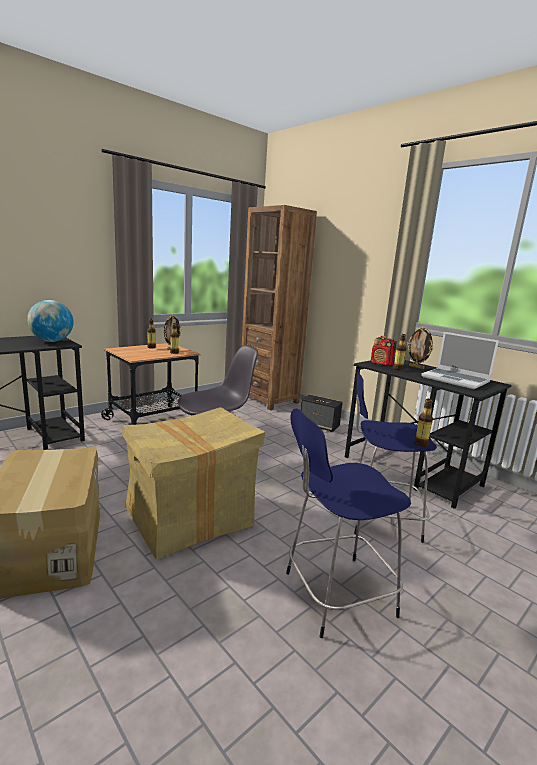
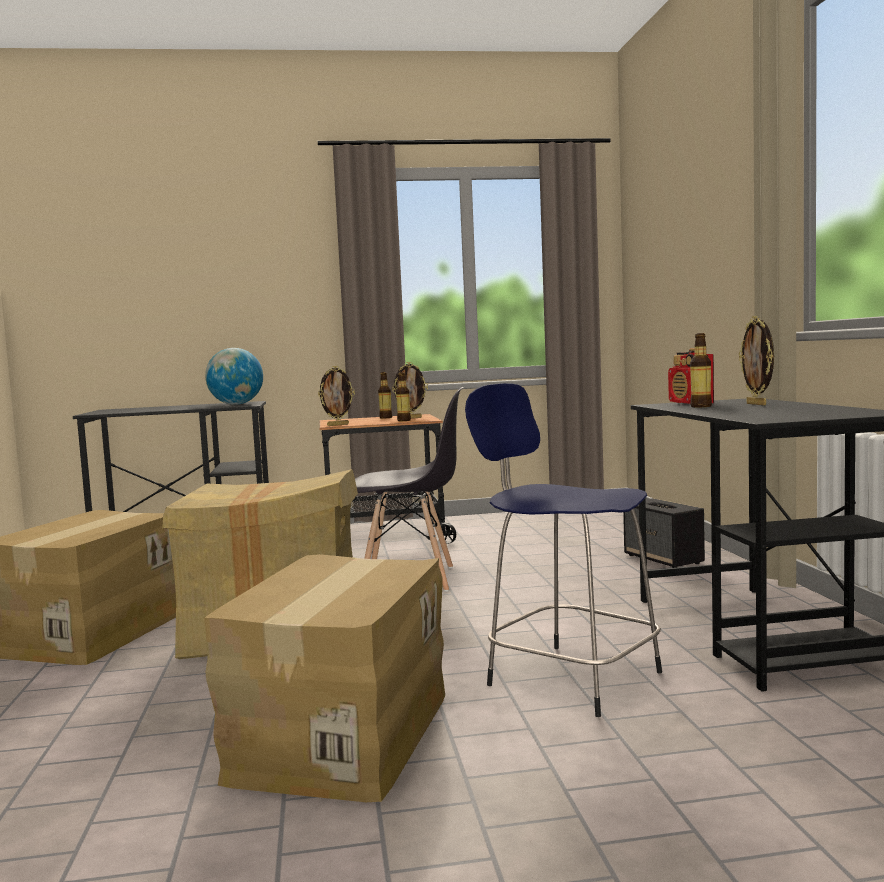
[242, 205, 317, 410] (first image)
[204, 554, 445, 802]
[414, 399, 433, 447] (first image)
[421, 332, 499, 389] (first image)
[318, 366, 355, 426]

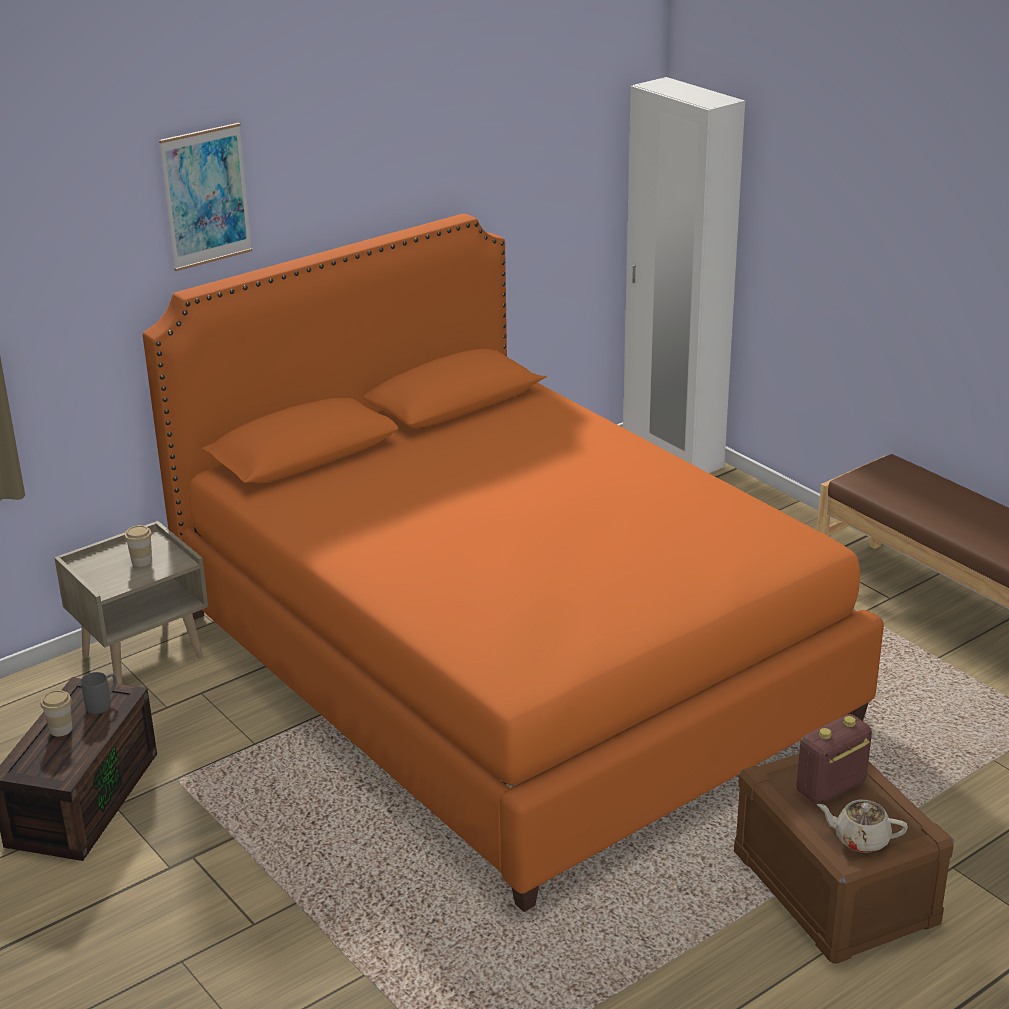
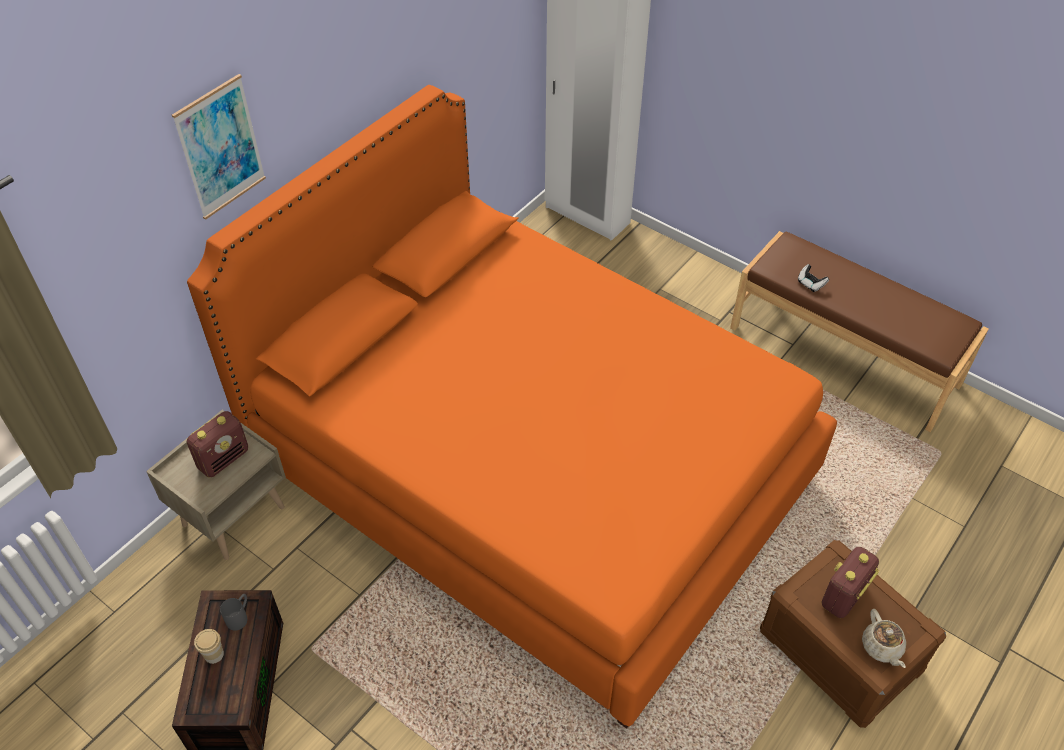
[187, 411, 248, 477]
[862, 609, 907, 668]
[798, 264, 829, 292]

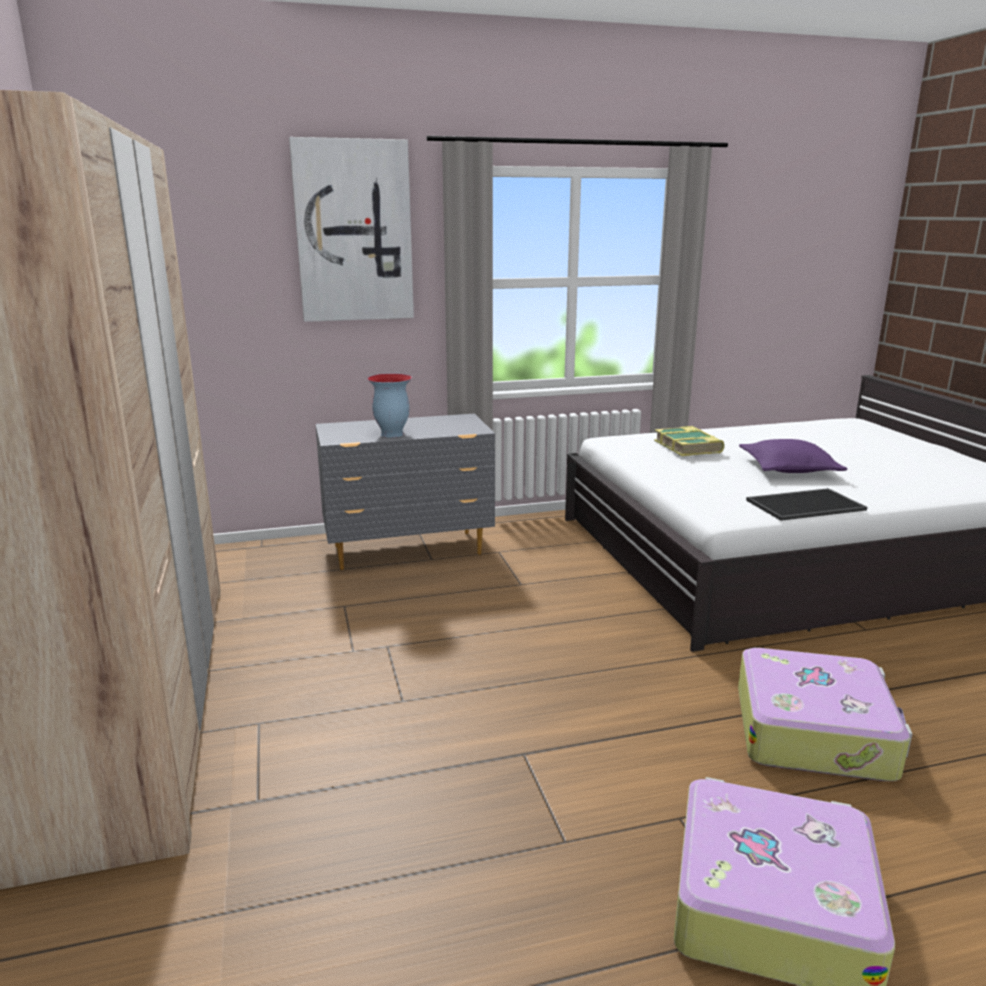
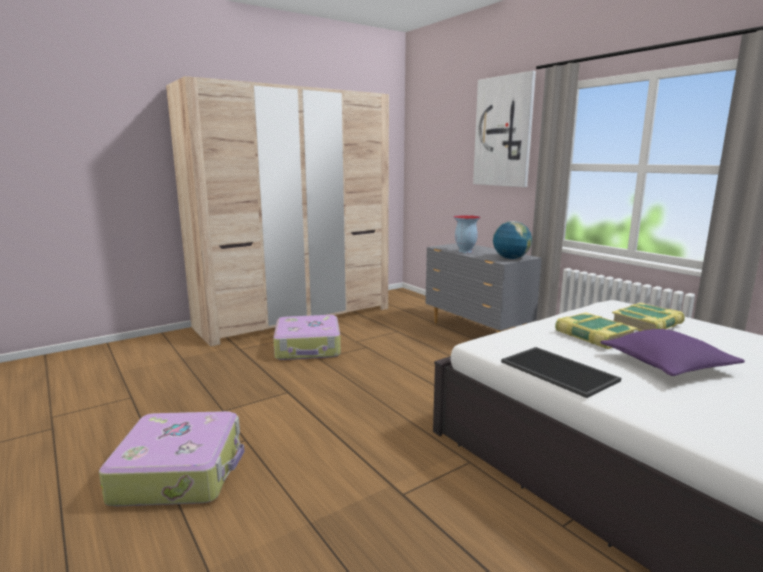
[273, 315, 341, 360]
[493, 221, 532, 259]
[555, 312, 637, 349]

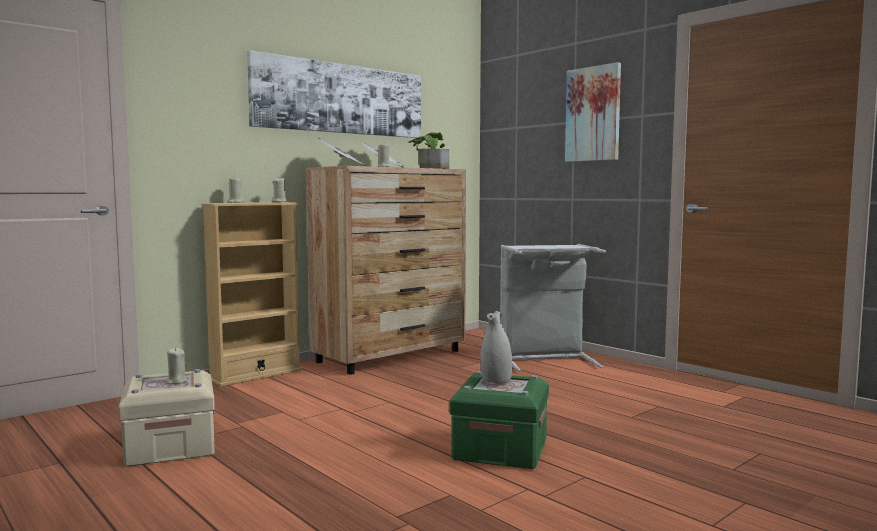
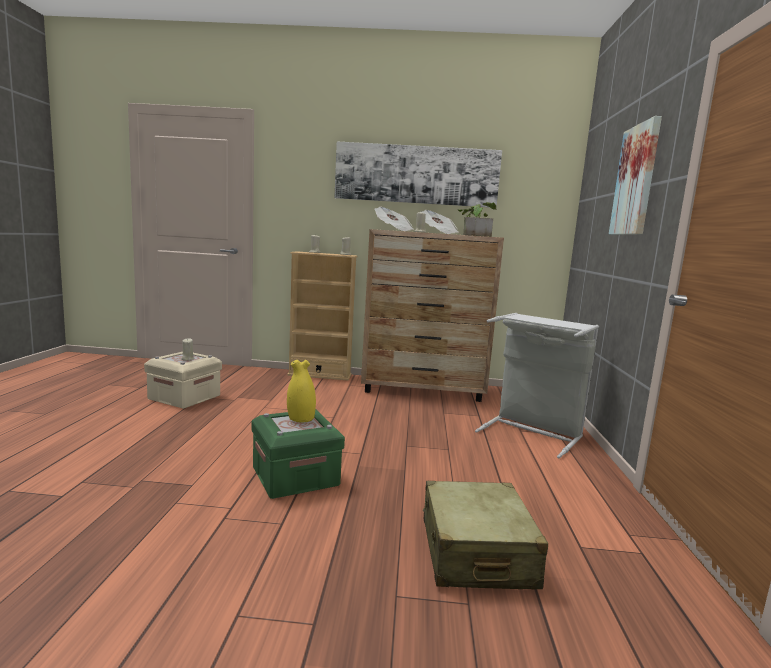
[287, 360, 316, 423]
[423, 481, 549, 589]

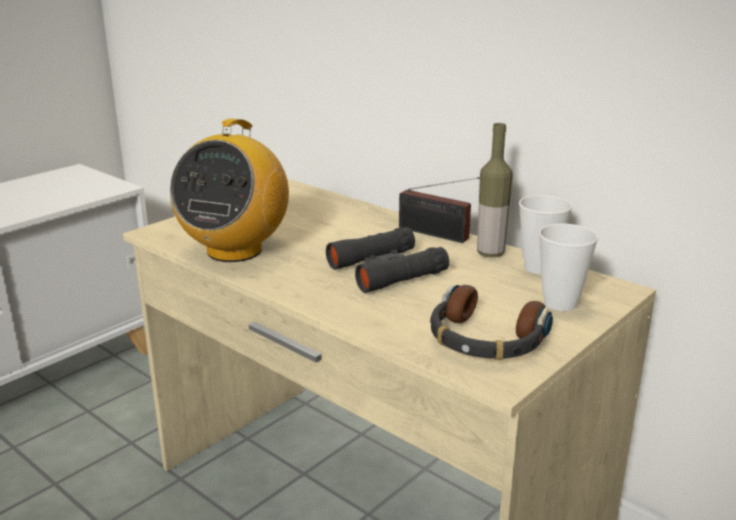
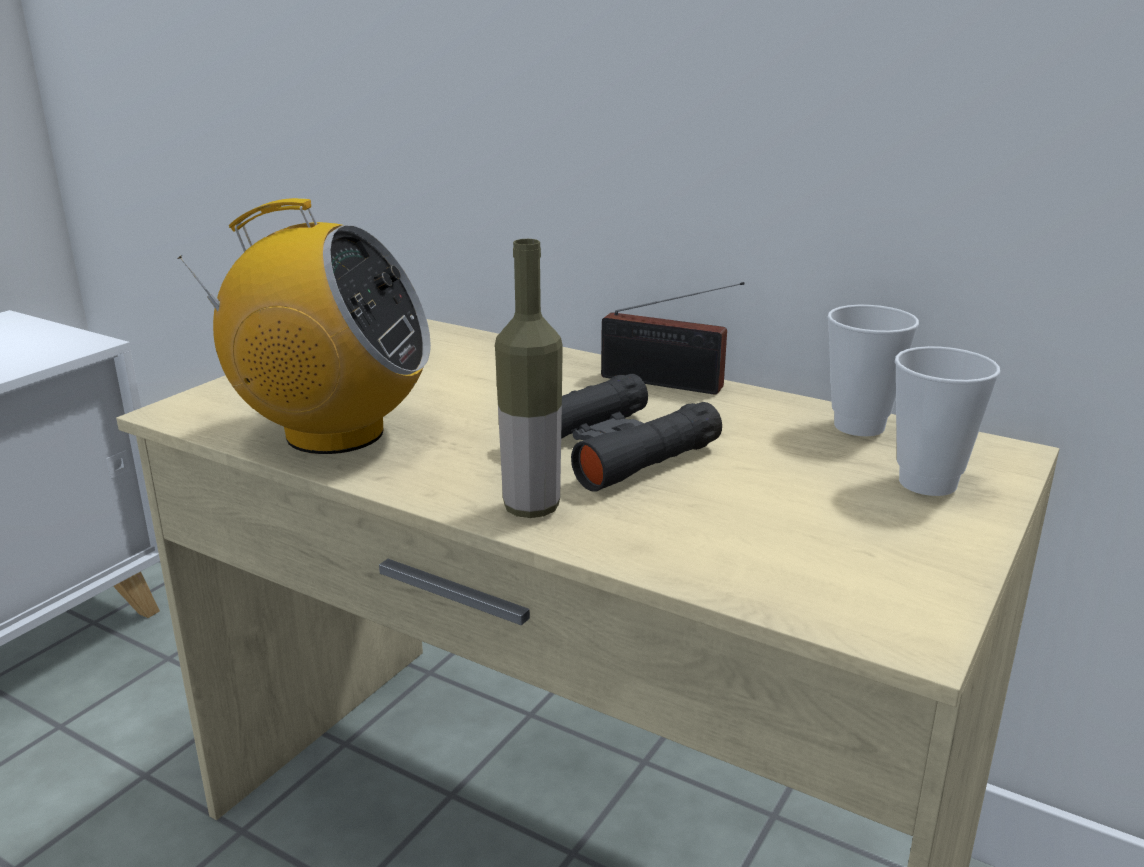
[178, 198, 431, 454]
[430, 285, 553, 360] (first image)
[495, 239, 563, 518]

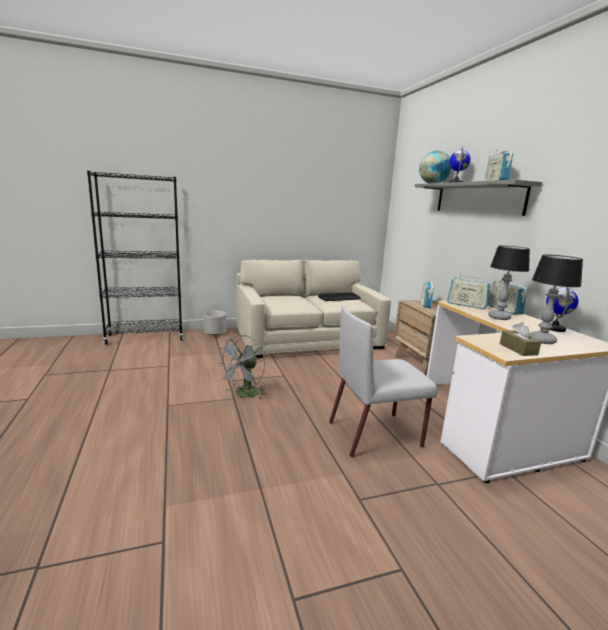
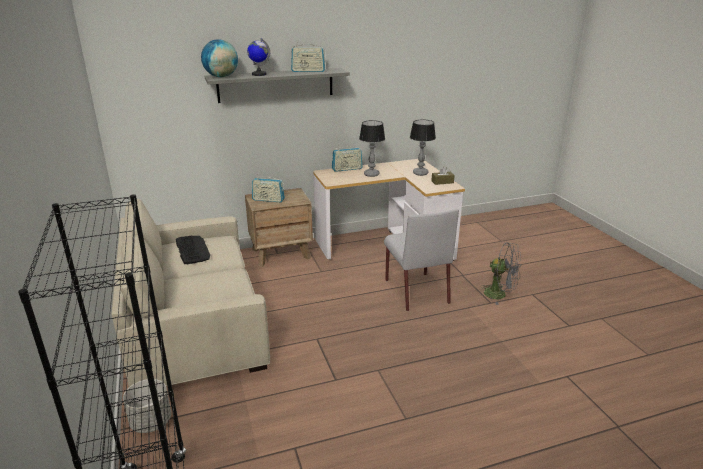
[480, 242, 522, 305]
[447, 273, 491, 309] (first image)
[546, 287, 579, 332] (first image)

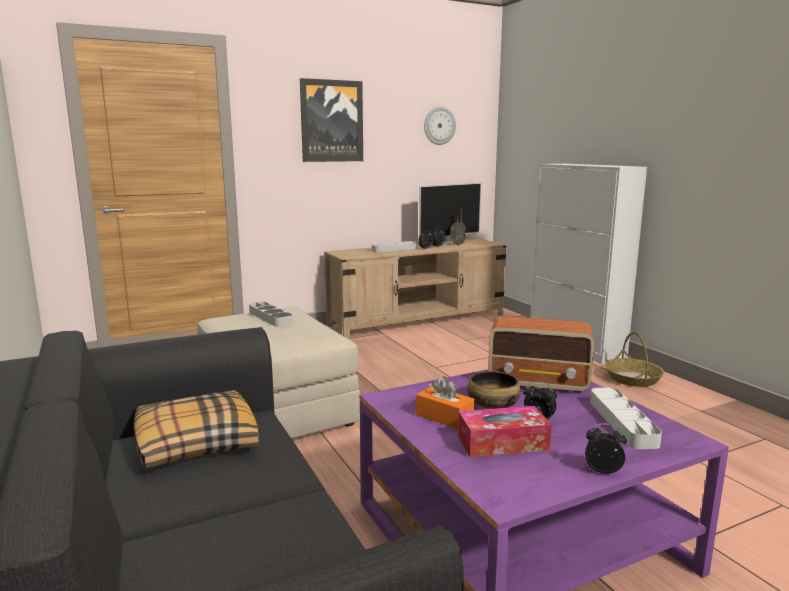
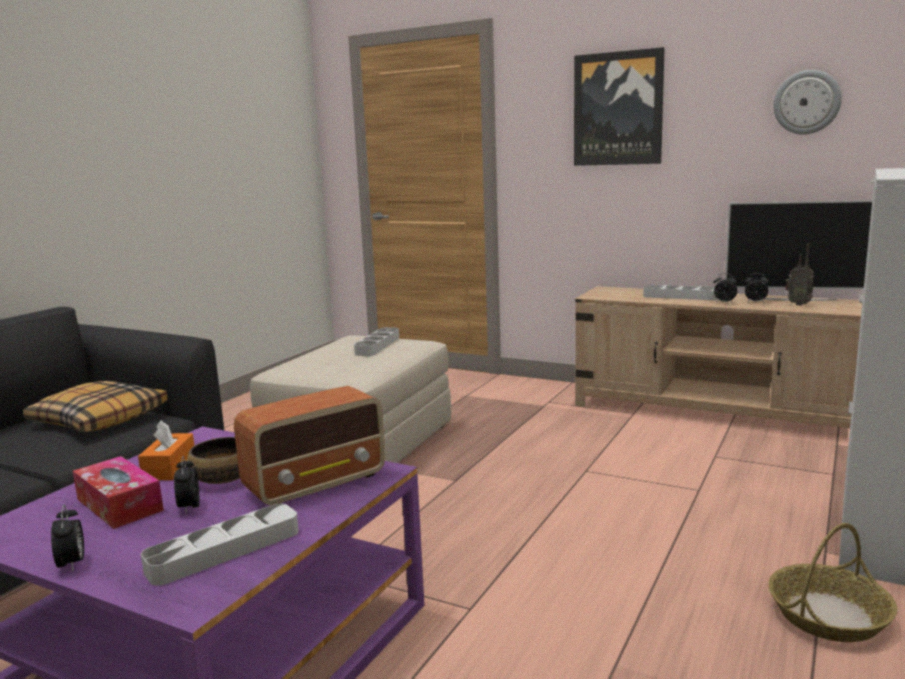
[234, 386, 385, 506]

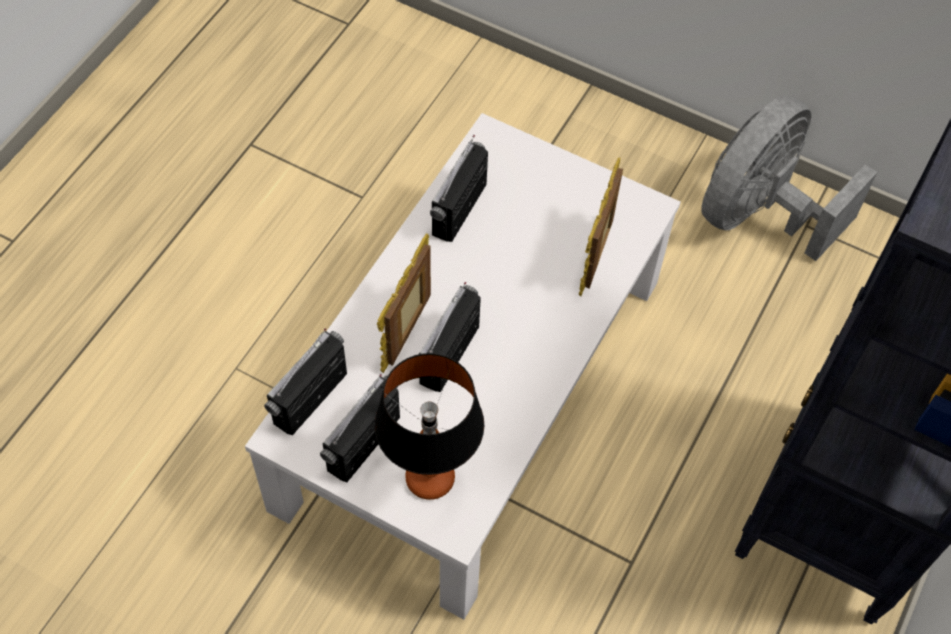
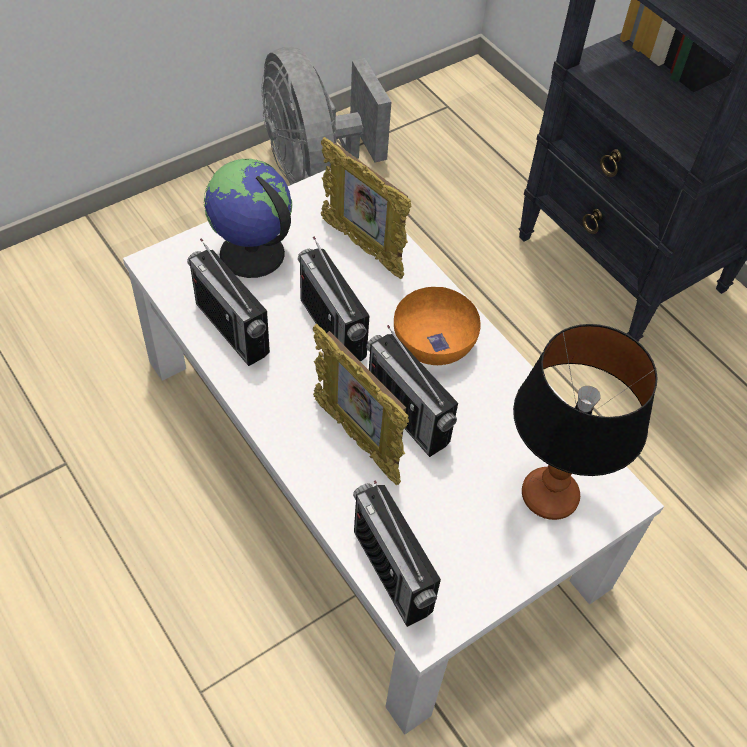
[298, 237, 369, 361]
[204, 159, 292, 278]
[394, 287, 481, 365]

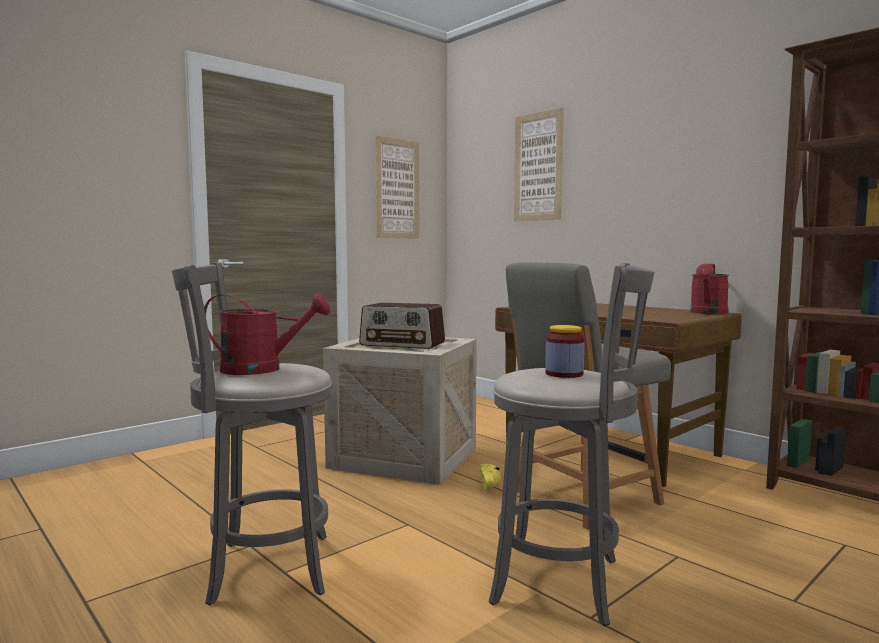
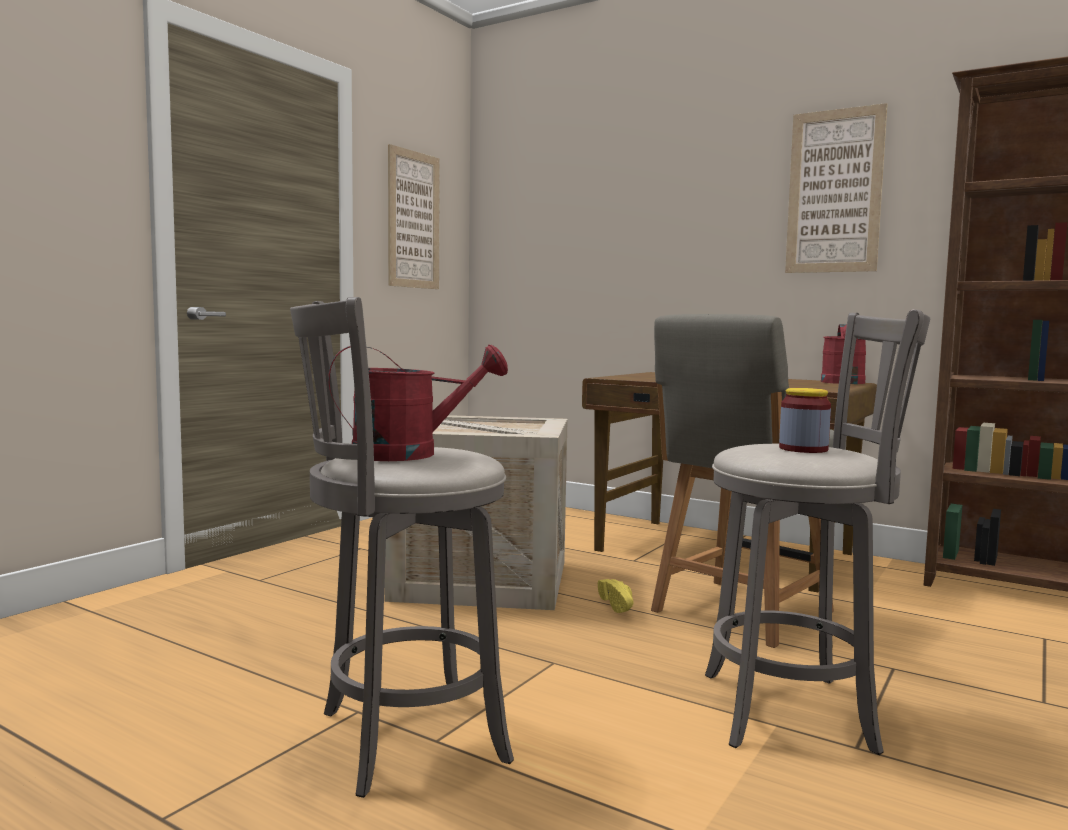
[359, 303, 445, 349] (first image)
[785, 103, 887, 273]

